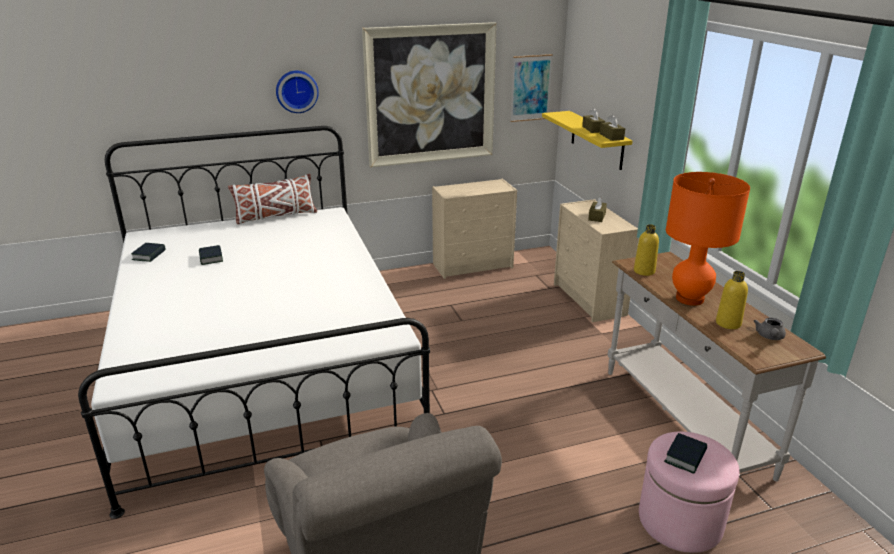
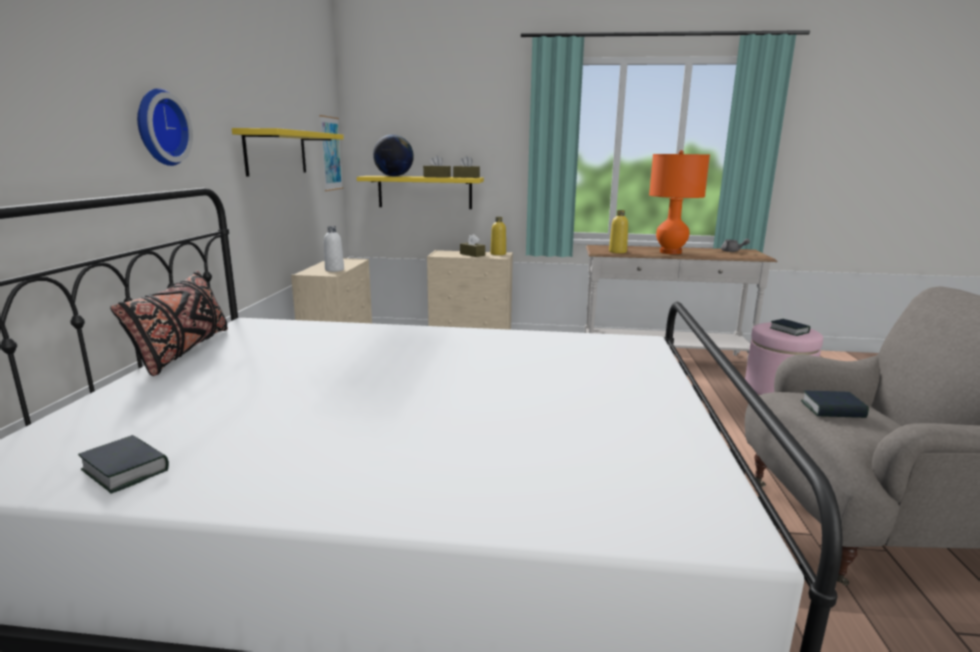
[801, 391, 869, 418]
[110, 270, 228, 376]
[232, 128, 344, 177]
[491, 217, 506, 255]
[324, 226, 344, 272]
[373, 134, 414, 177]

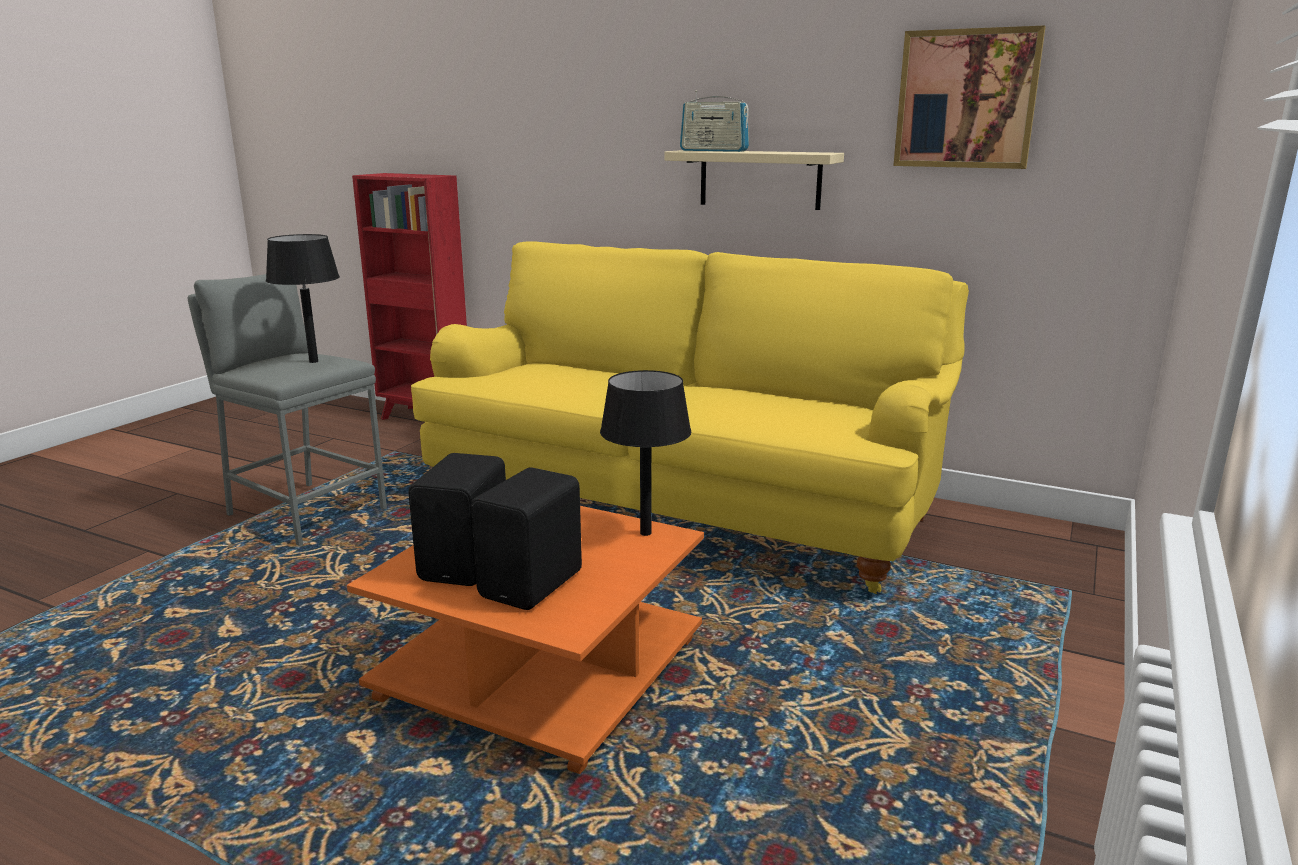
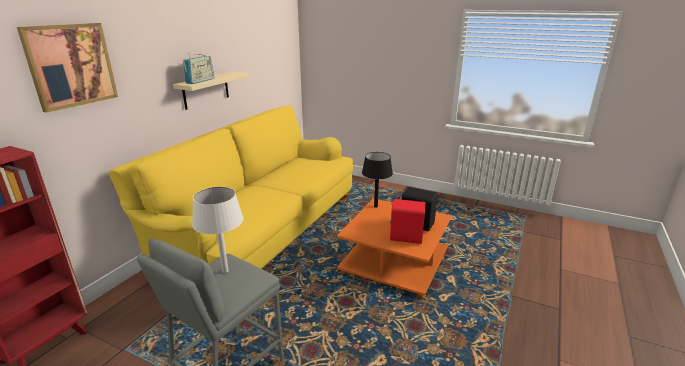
[192, 187, 244, 273]
[389, 199, 426, 244]
[17, 23, 118, 113]

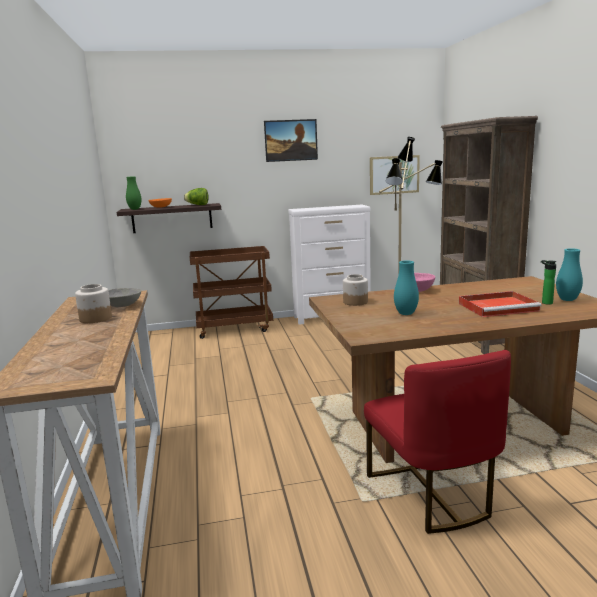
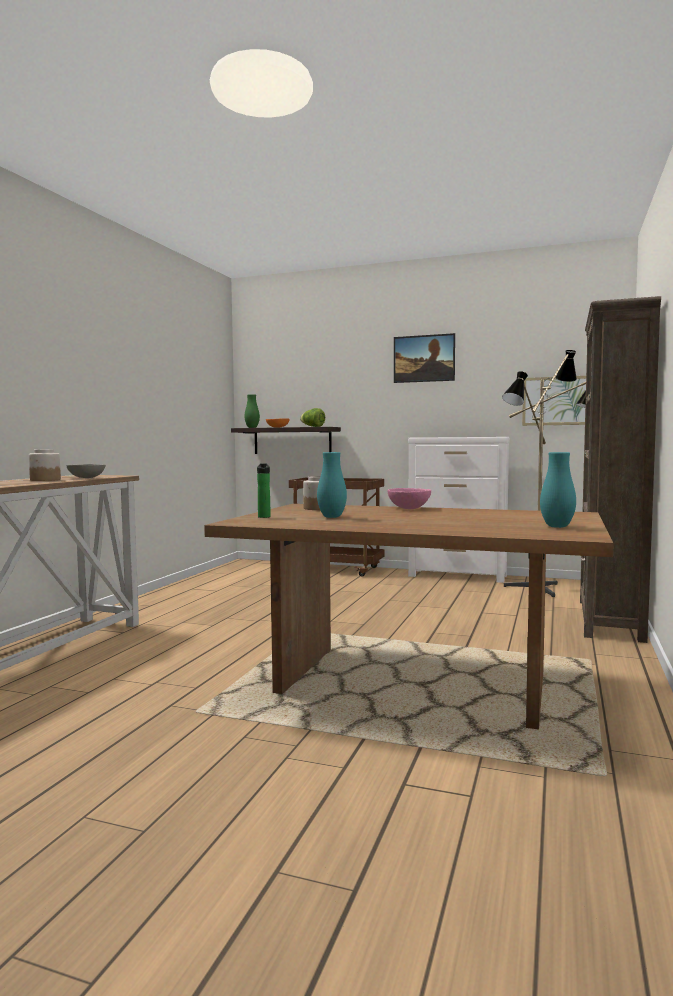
[364, 350, 511, 534] (first image)
[459, 291, 541, 317] (first image)
[257, 463, 271, 518]

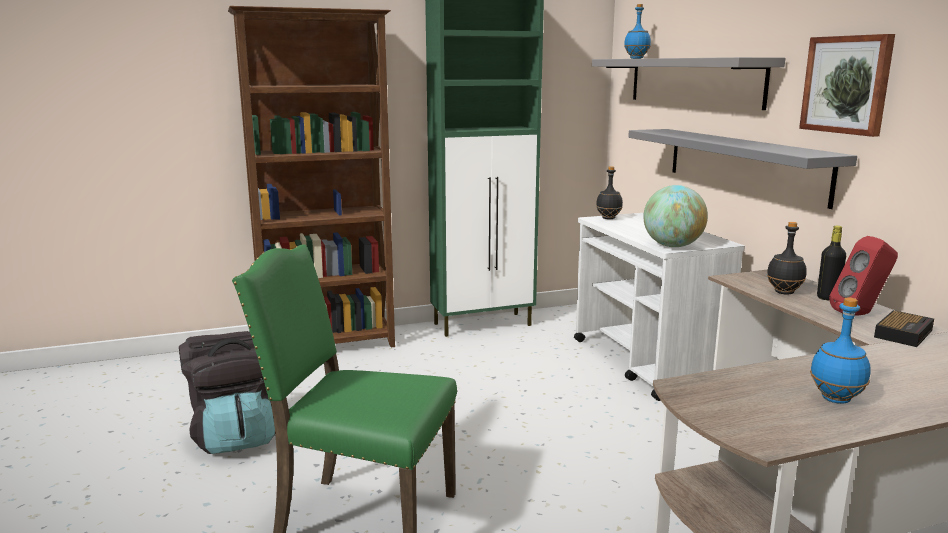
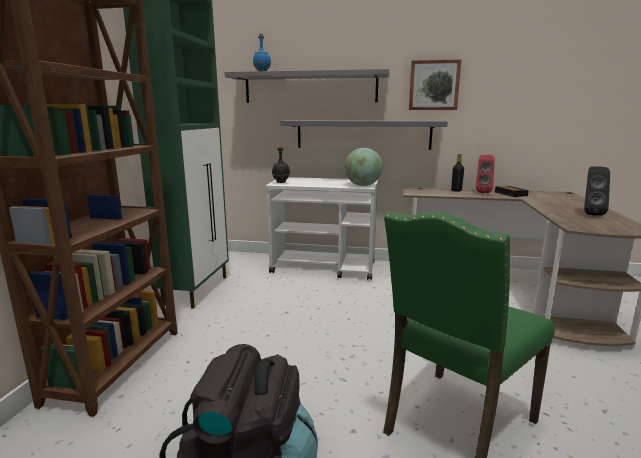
[767, 222, 807, 295] (first image)
[584, 166, 610, 216]

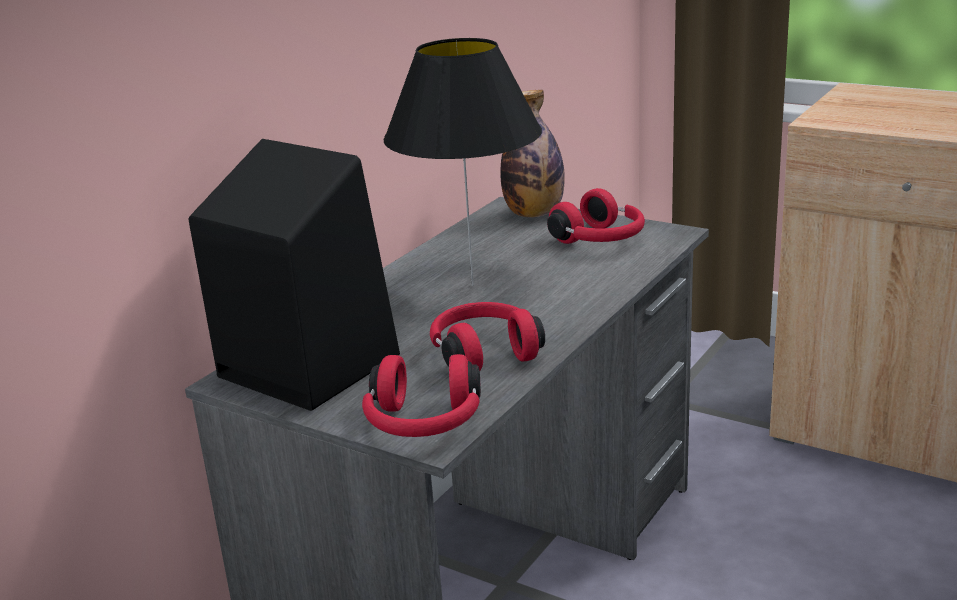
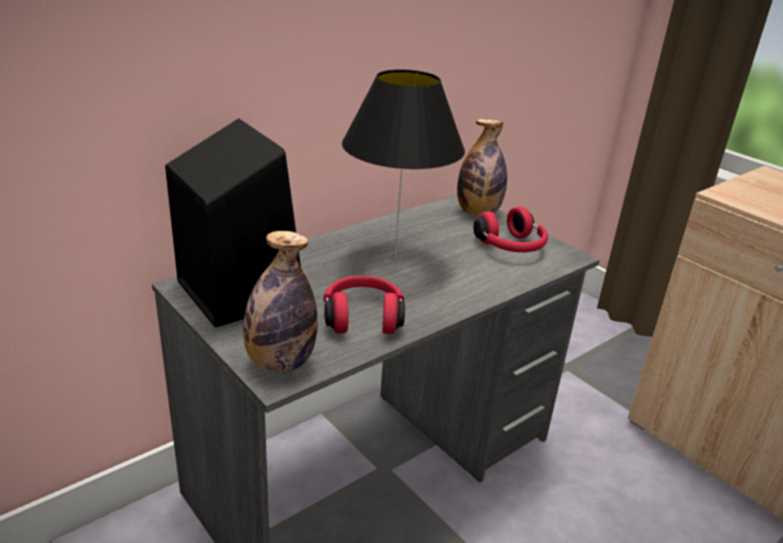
[243, 231, 318, 373]

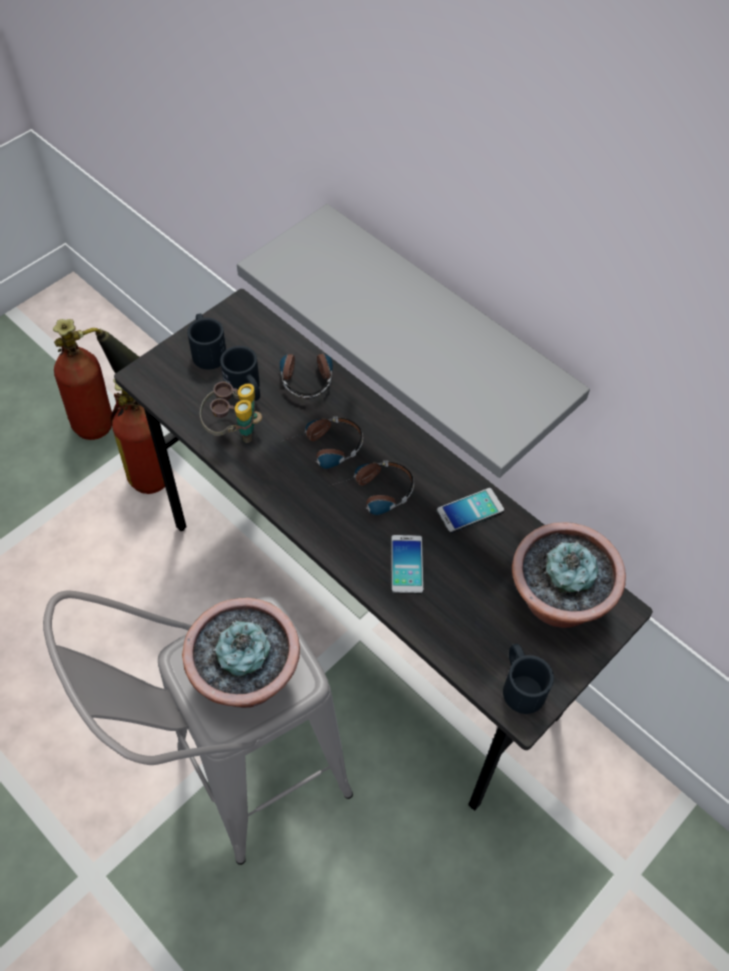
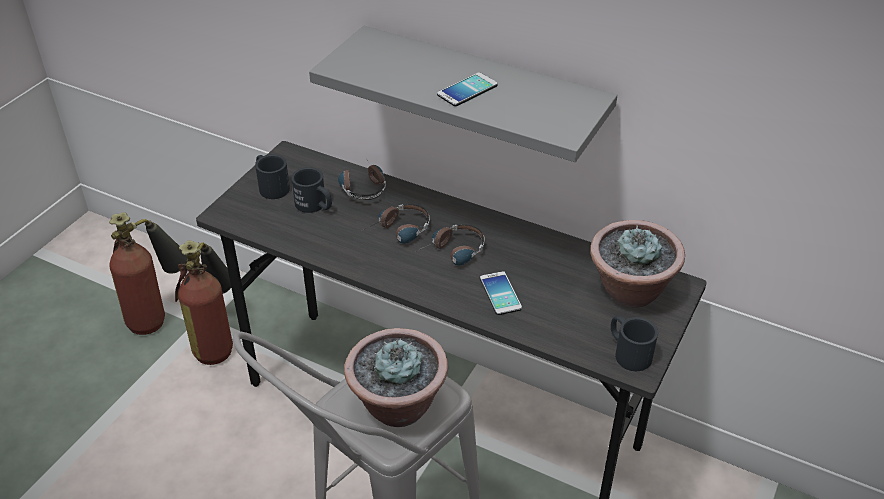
[200, 382, 262, 443] (first image)
[437, 72, 498, 106]

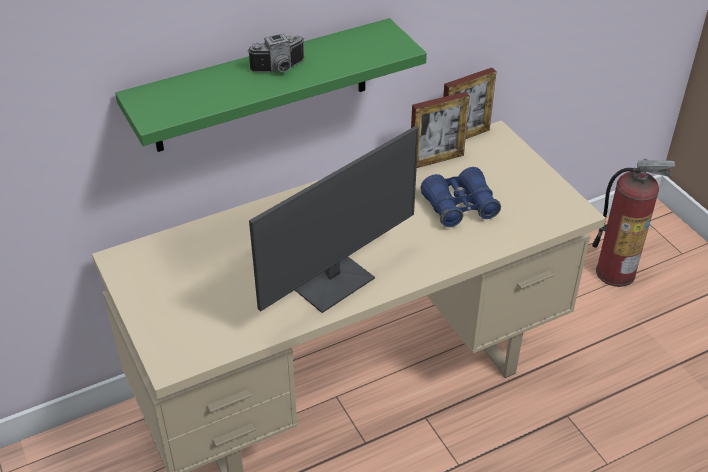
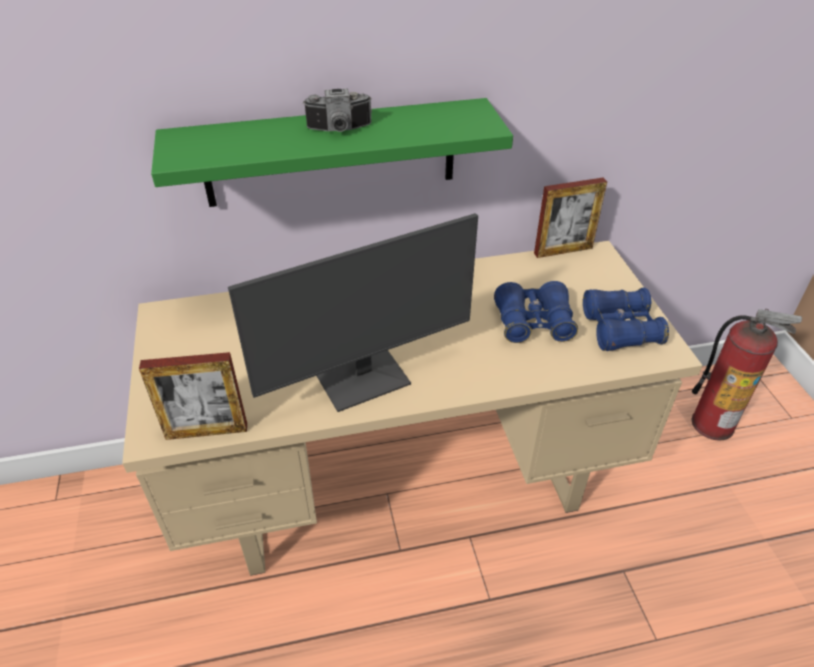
[139, 352, 247, 440]
[583, 287, 669, 351]

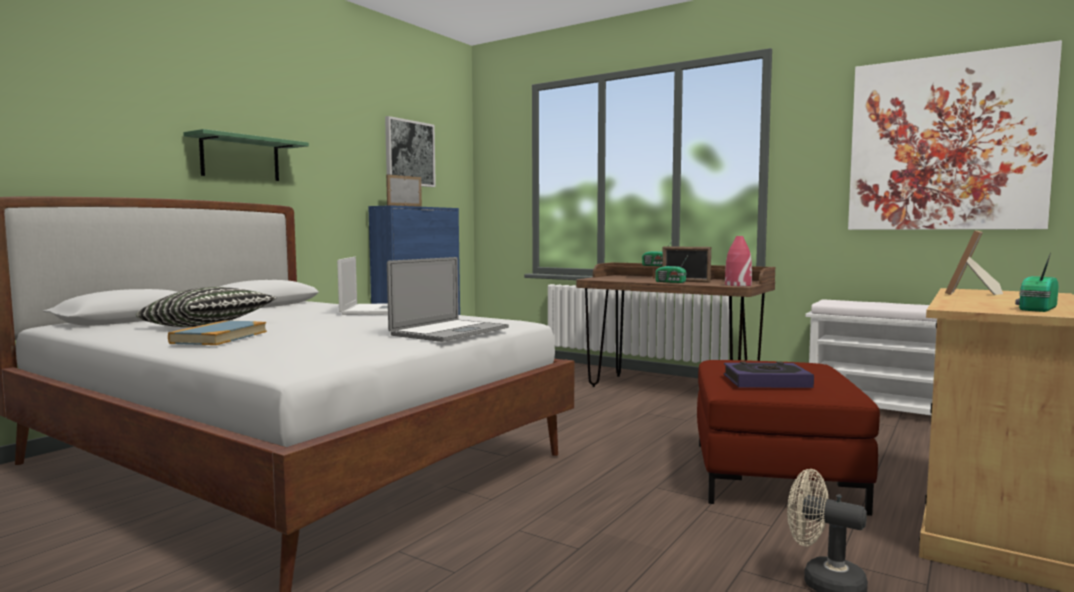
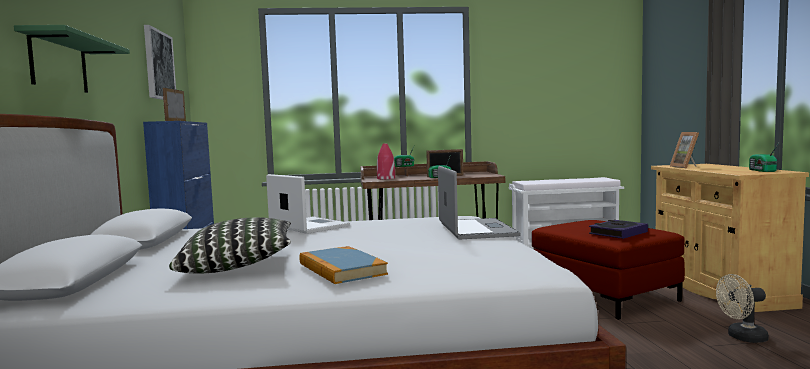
[377, 143, 395, 179]
[848, 40, 1062, 230] (first image)

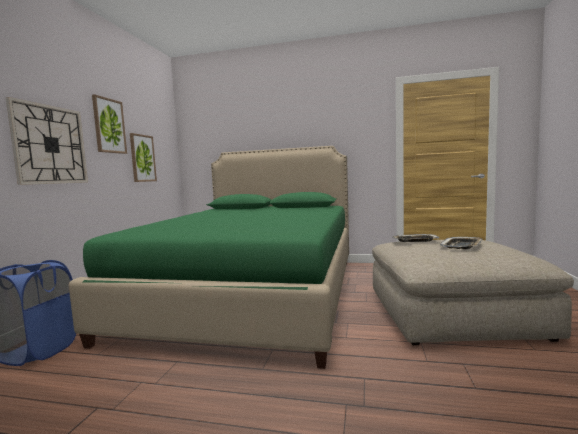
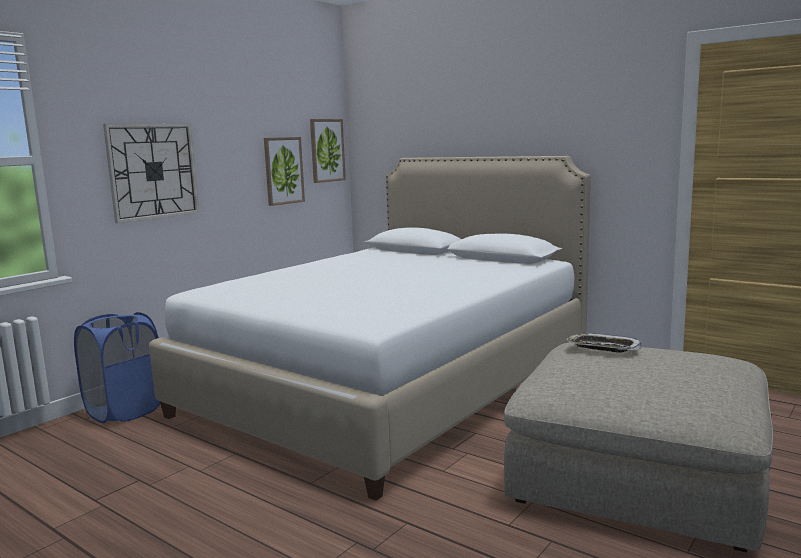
[149, 156, 591, 501]
[310, 119, 346, 183]
[440, 237, 483, 249] (first image)

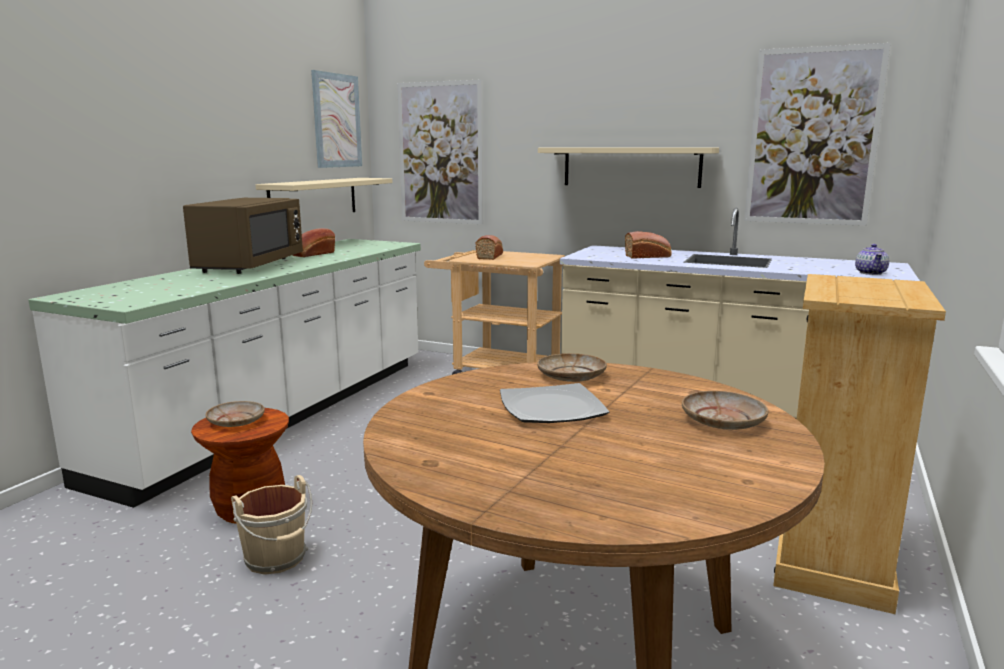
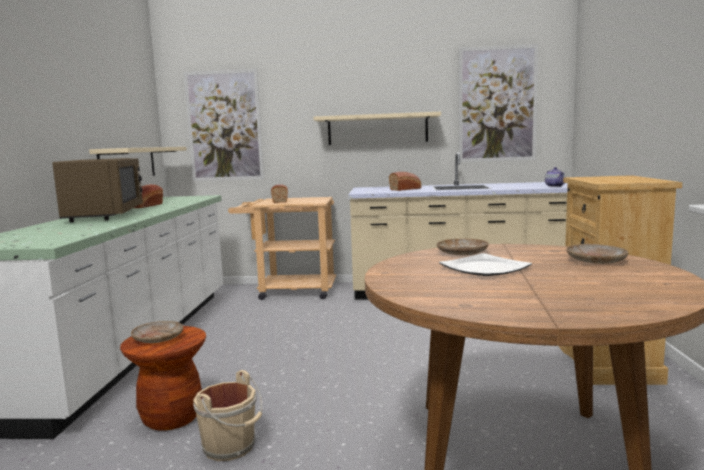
[311, 70, 362, 168] (first image)

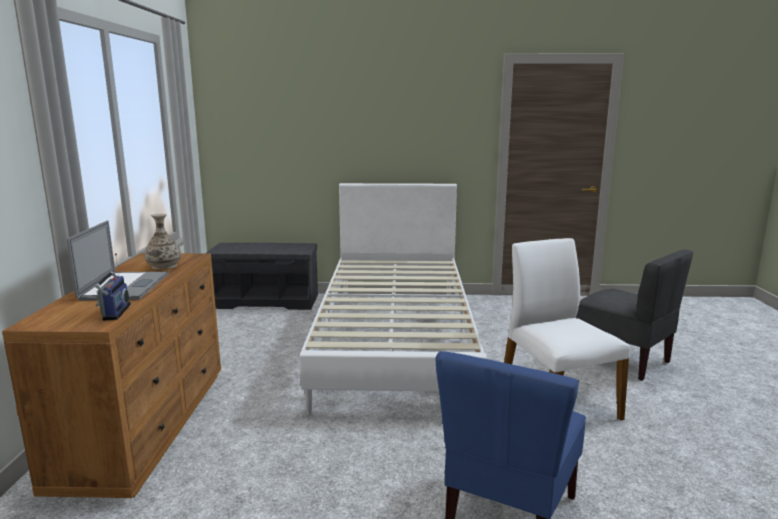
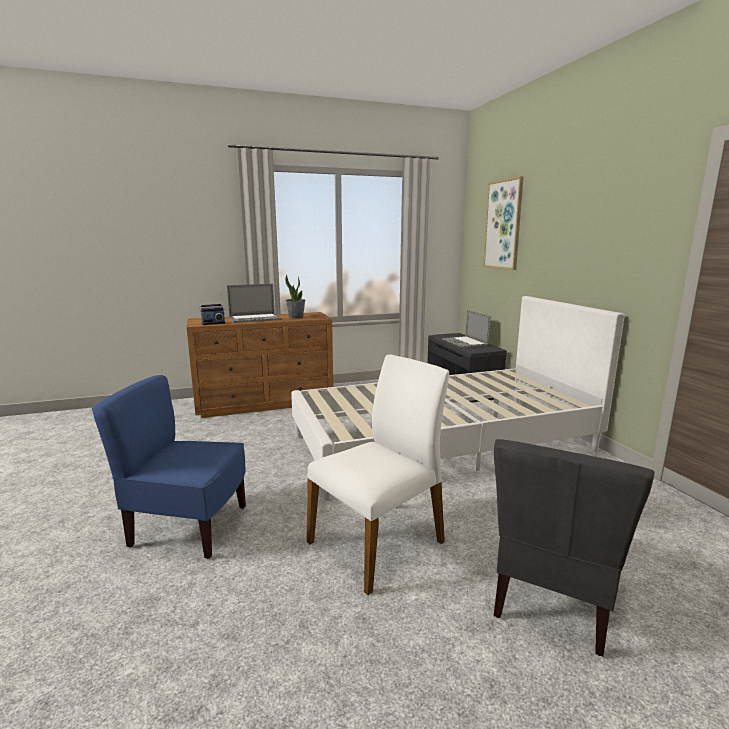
[285, 275, 305, 319]
[442, 310, 491, 348]
[483, 176, 524, 270]

